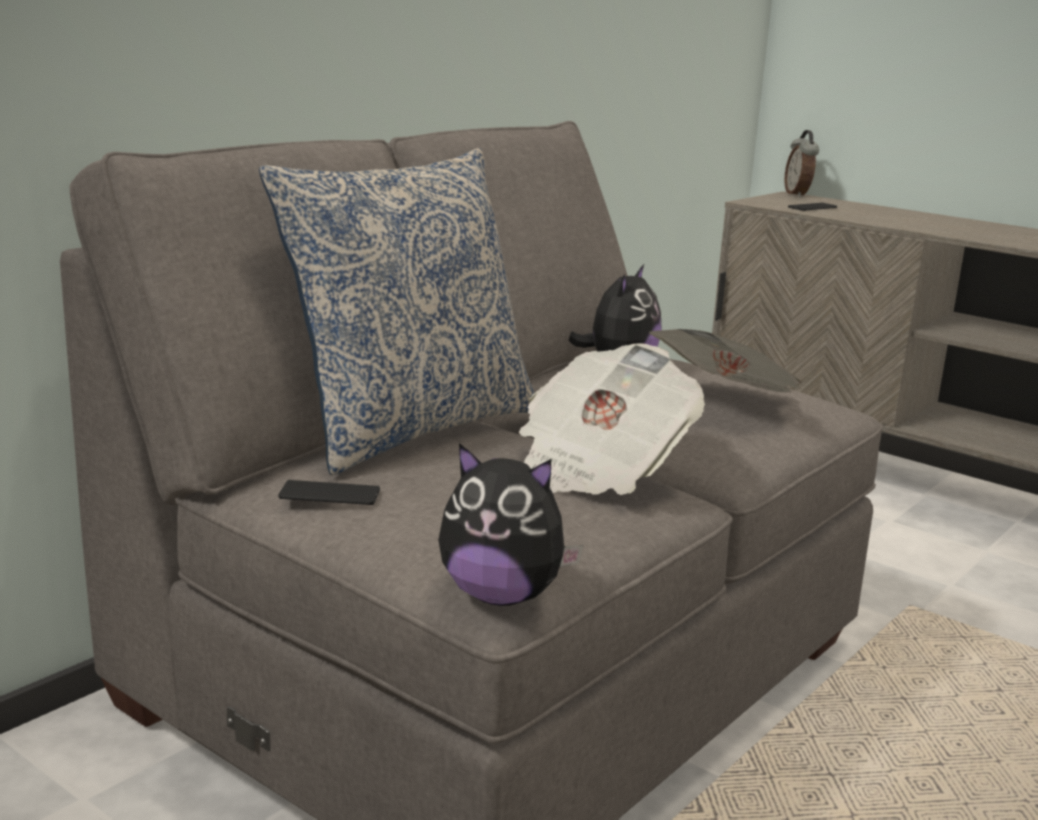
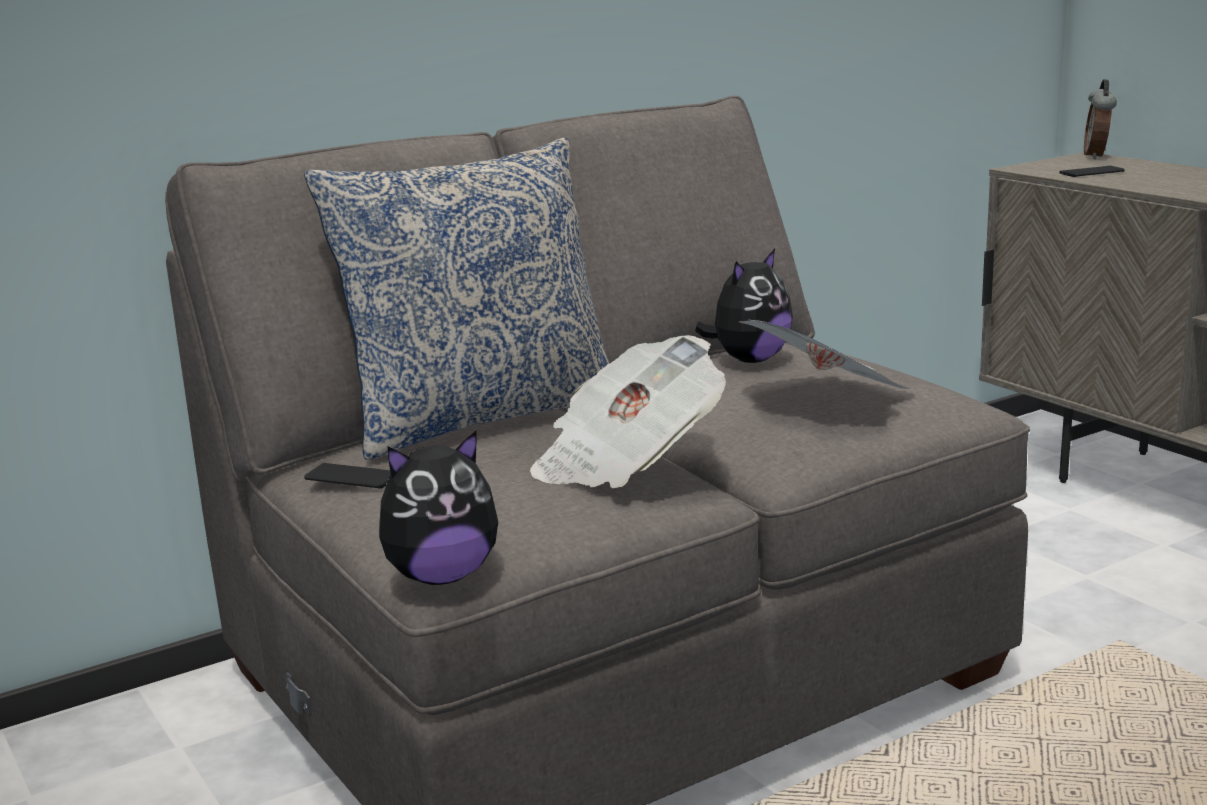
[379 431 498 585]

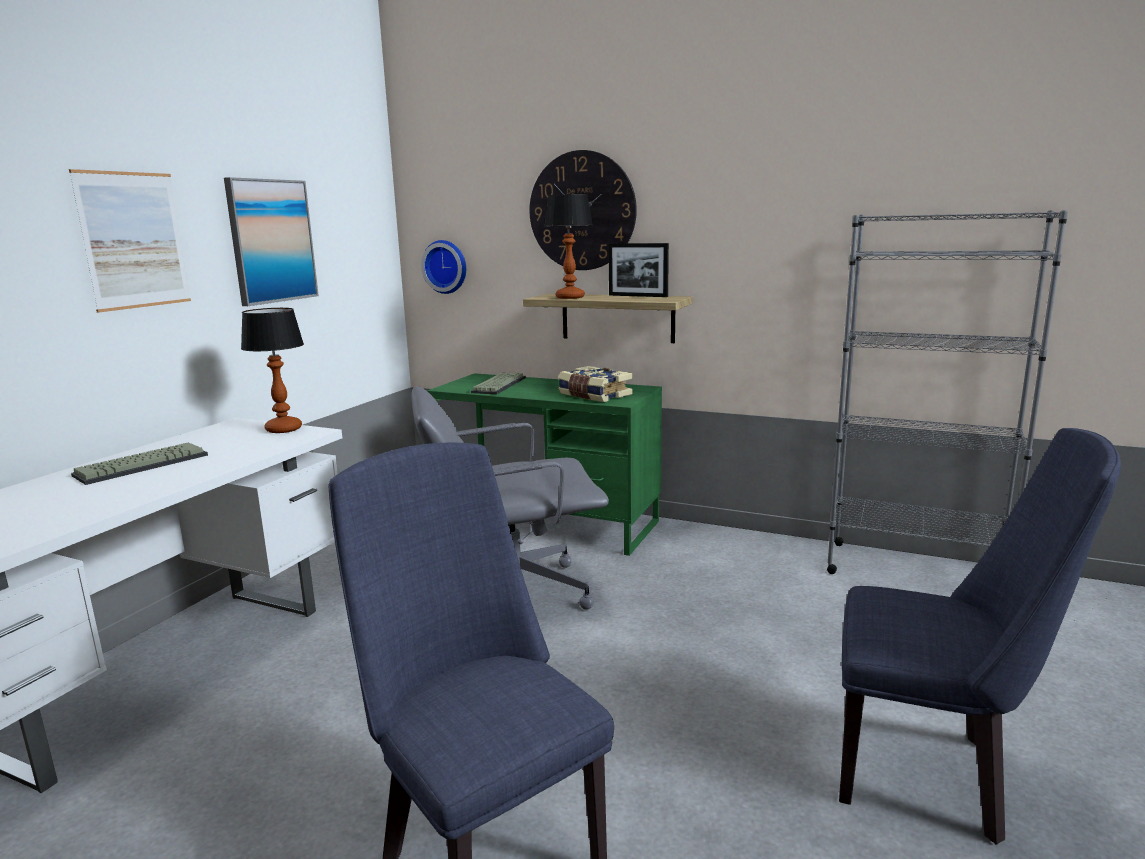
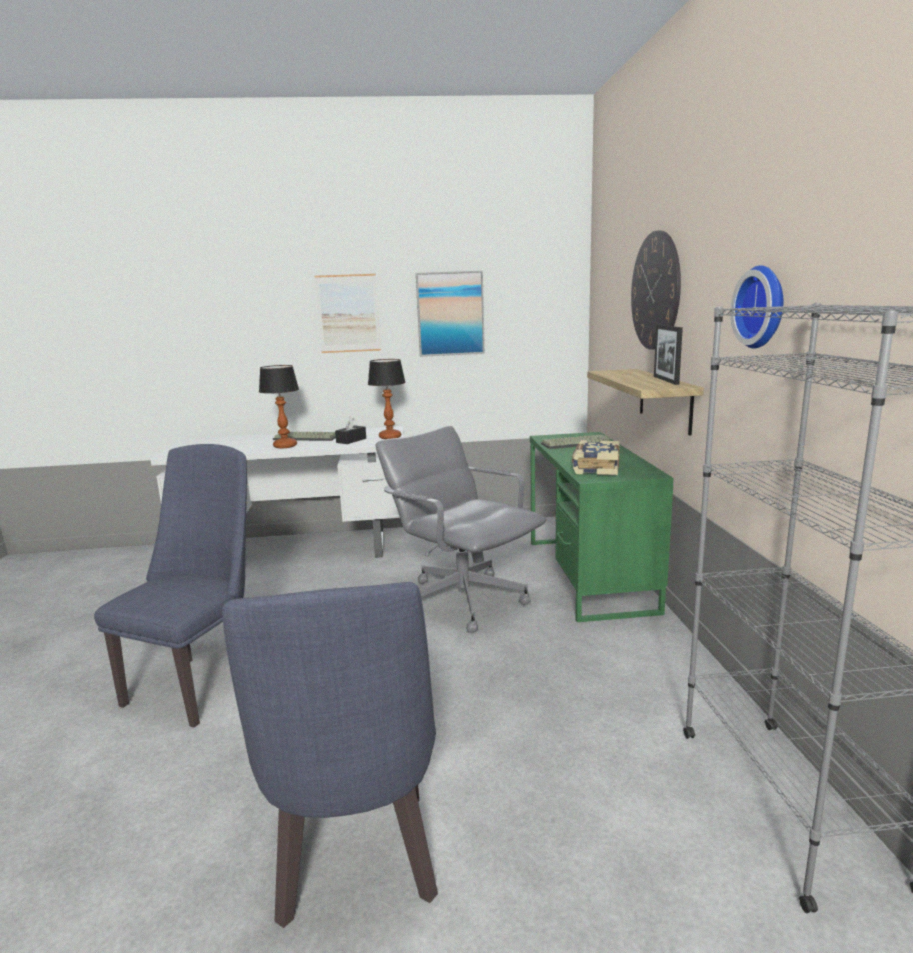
[335 417 366 444]
[731 265 783 349]
[259 365 299 448]

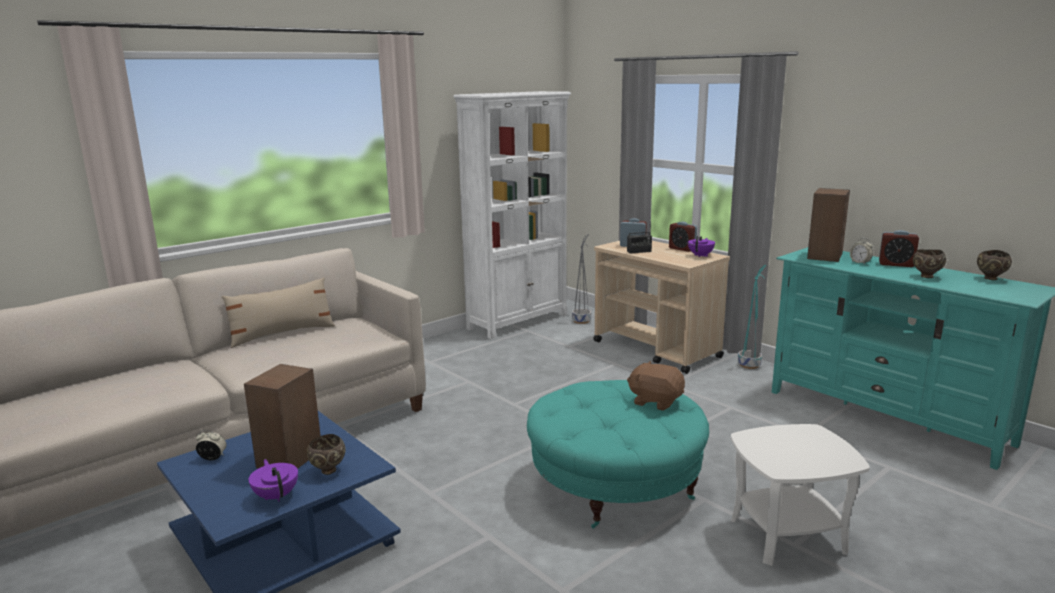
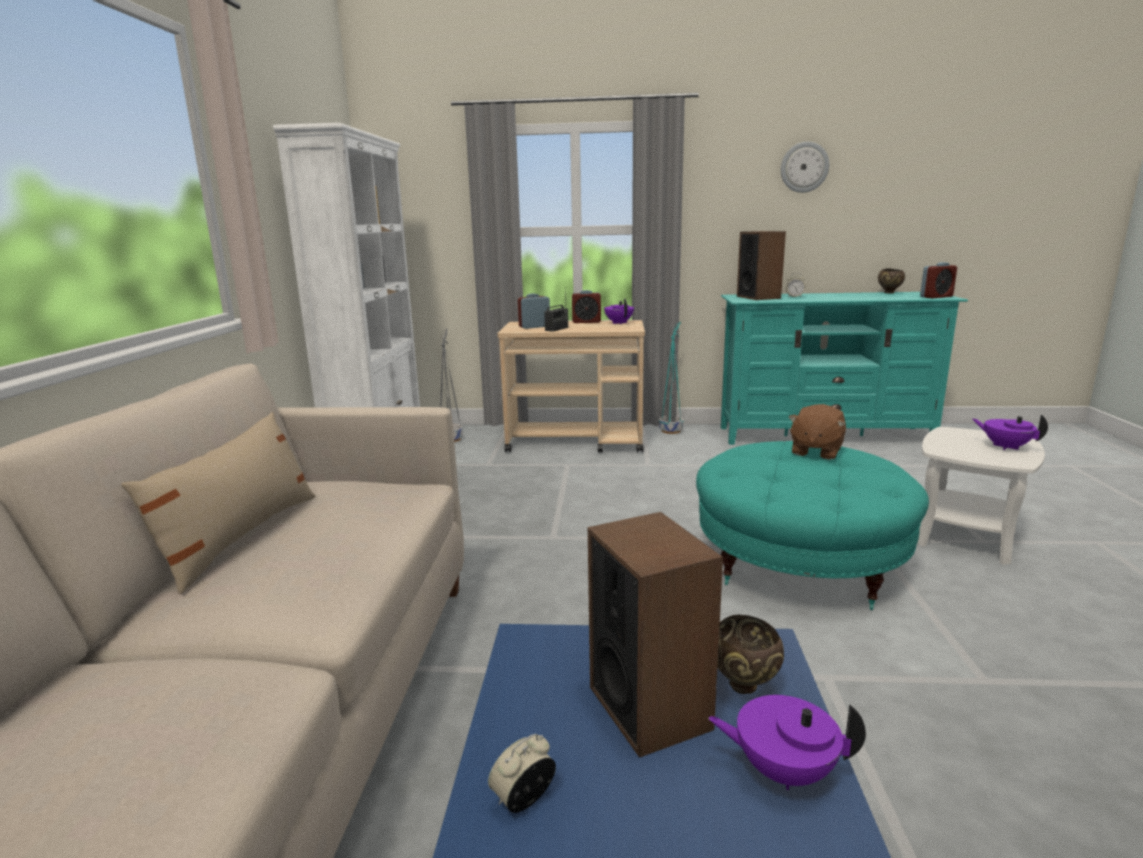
[913 249 946 278] (first image)
[781 142 829 193]
[973 414 1048 450]
[920 262 957 299]
[788 404 846 460]

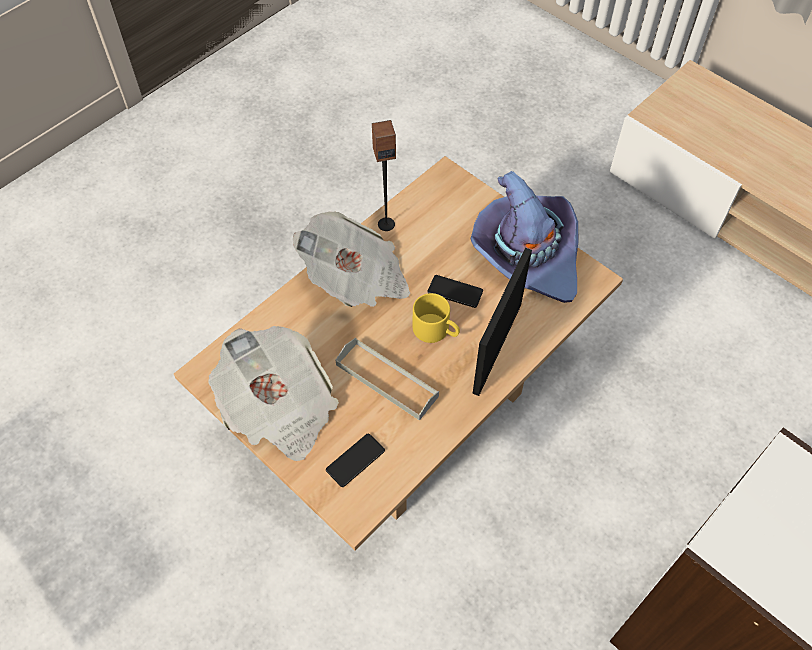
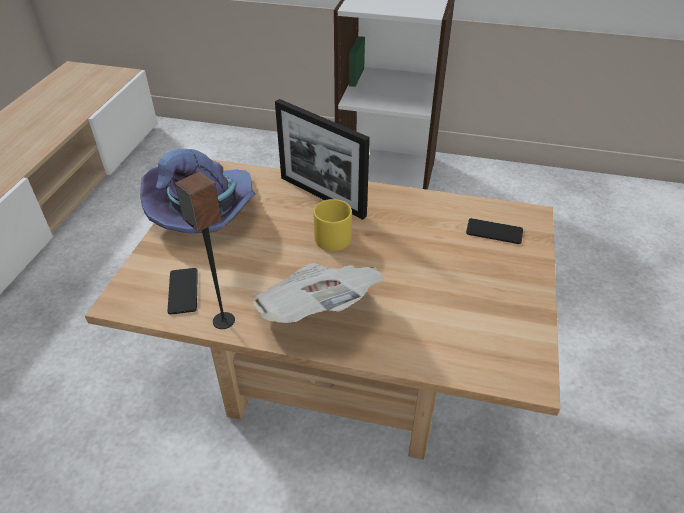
[209 326 339 461] (first image)
[336 338 439 421] (first image)
[167 268 198 315]
[275 99 370 220]

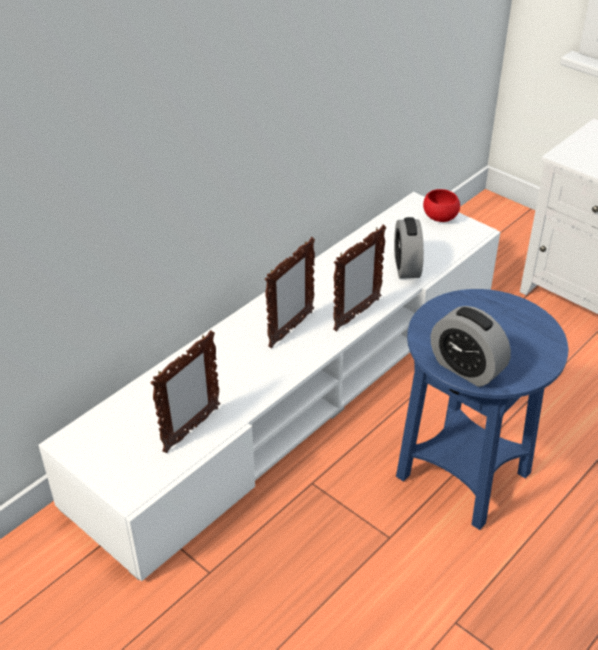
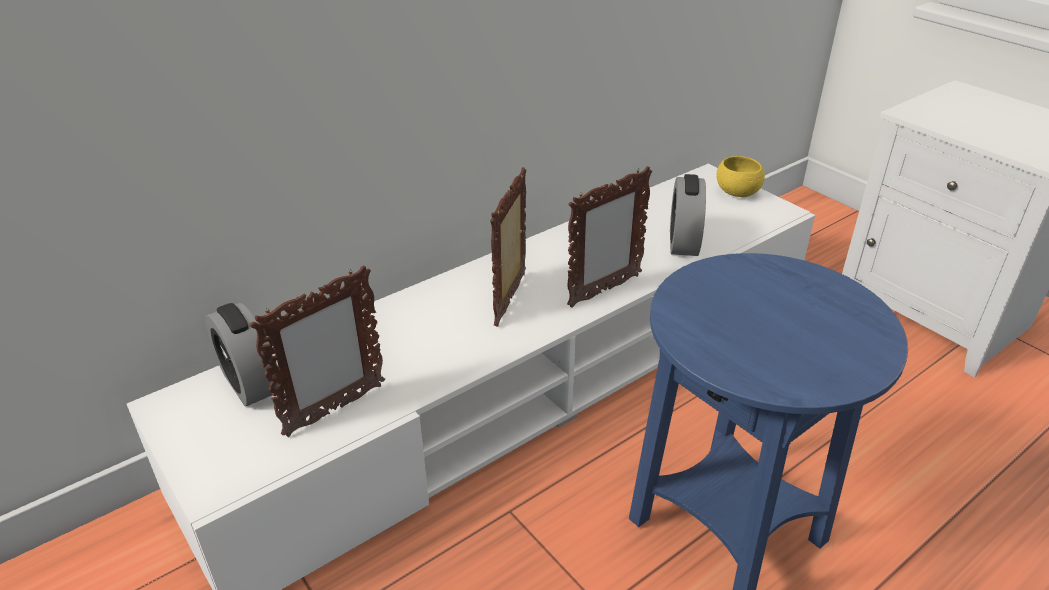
[205 303 279 406]
[717 156 765 197]
[490 167 526 327]

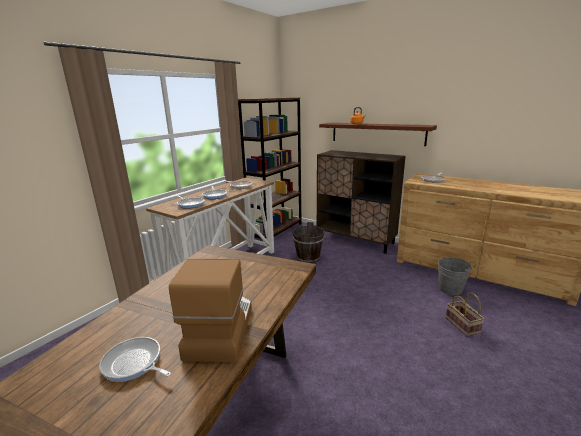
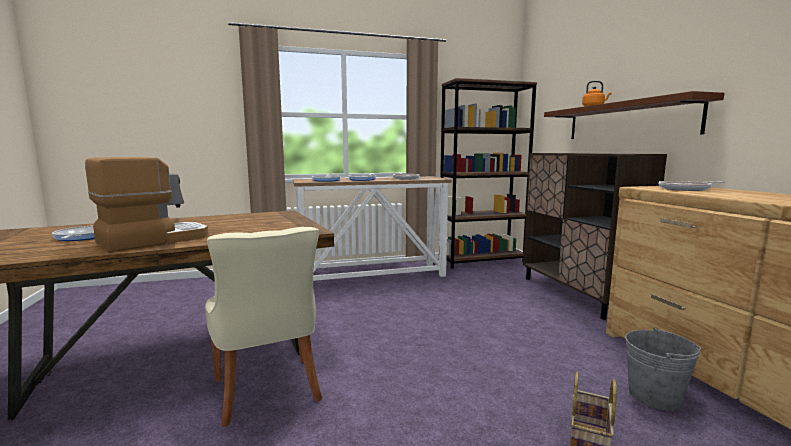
[292 222 325 263] (first image)
[205 227 322 427]

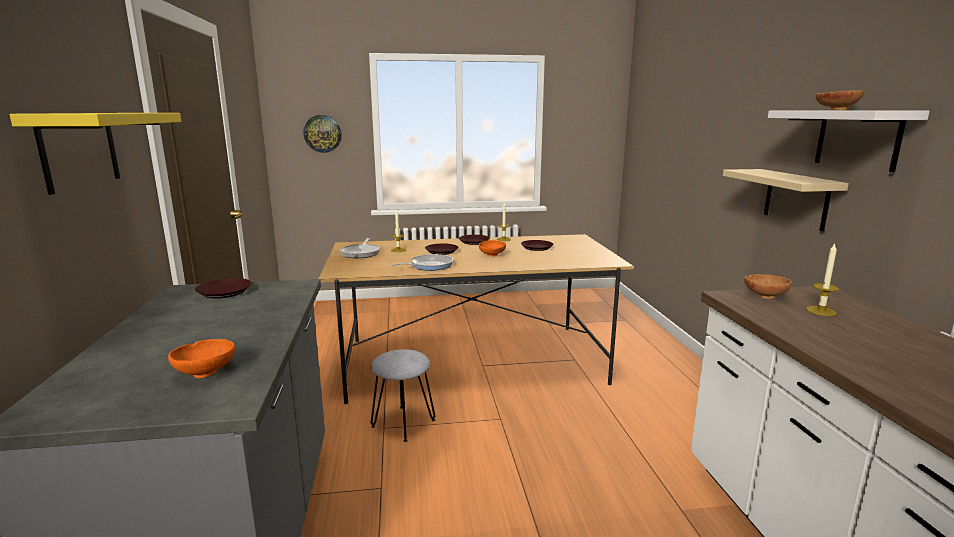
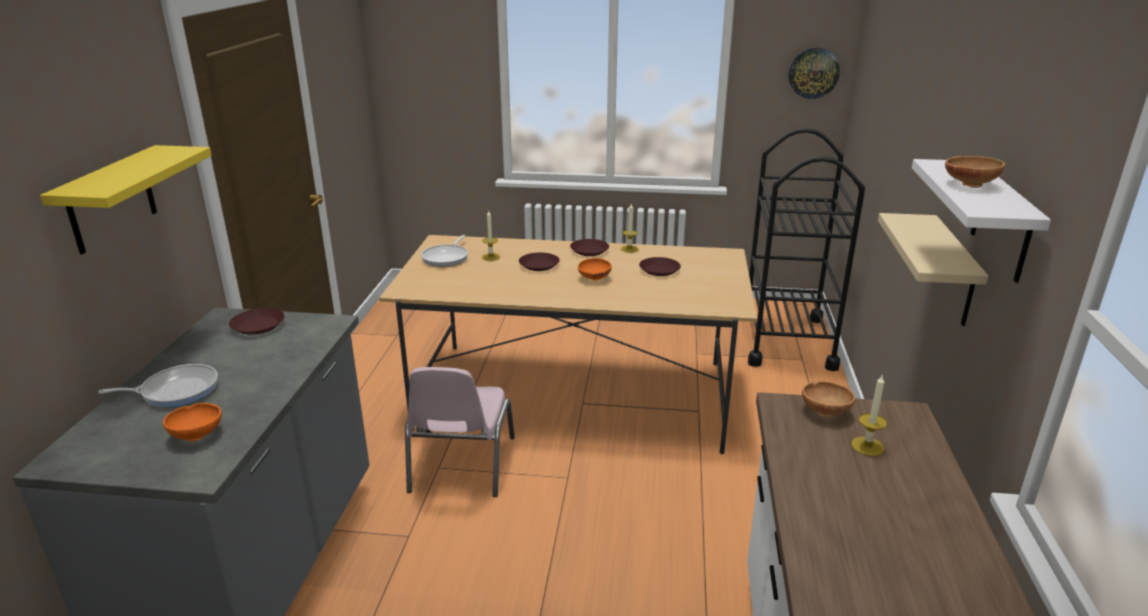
[748 128 865 371]
[789 48 840 99]
[99 364 218 407]
[405 367 515 497]

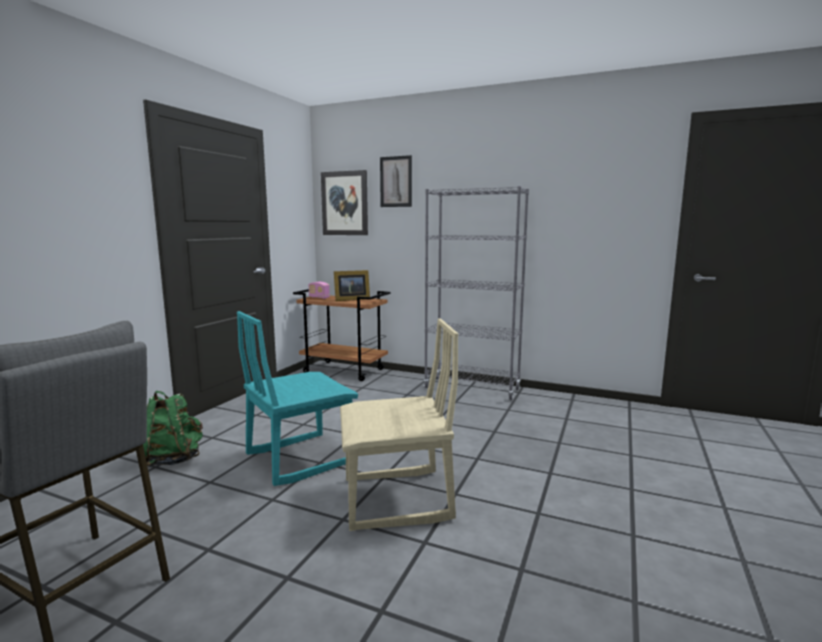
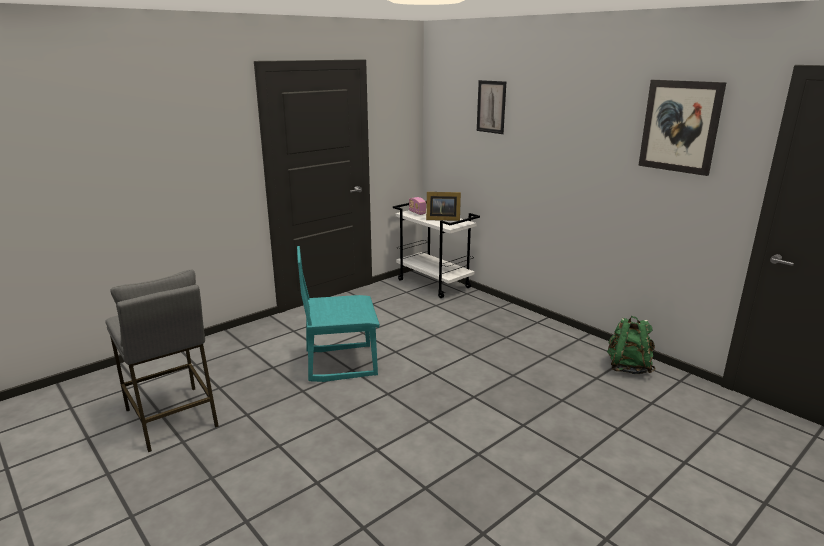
[340 318 458 531] (first image)
[424 186 529 400] (first image)
[607 316 656 374]
[638 80 727 176]
[393 201 480 298]

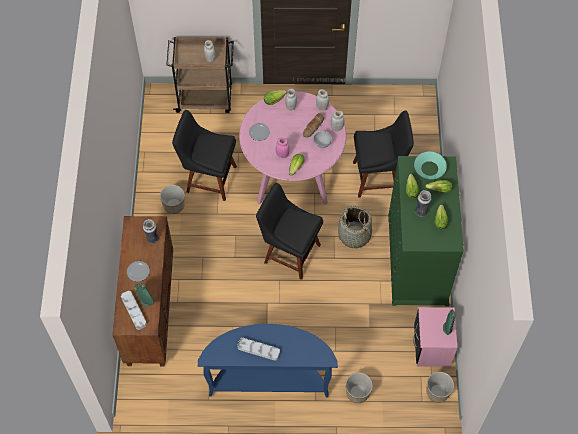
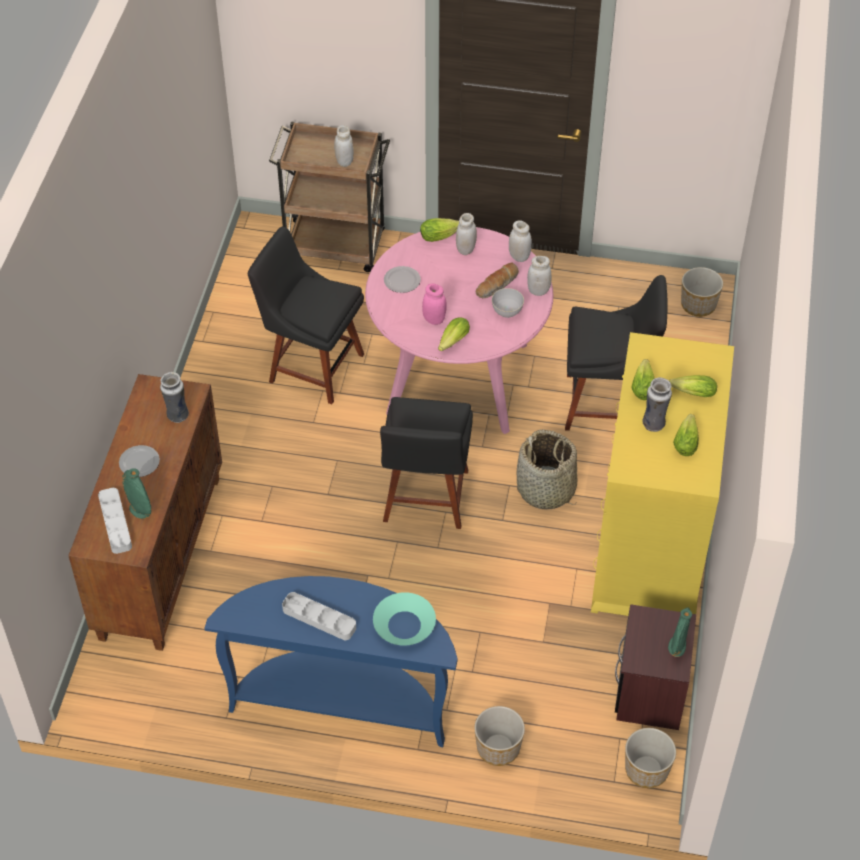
[681 267 723 317]
[373 592 436 646]
[591 332 734 616]
[615 604 696 730]
[380 397 473 529]

